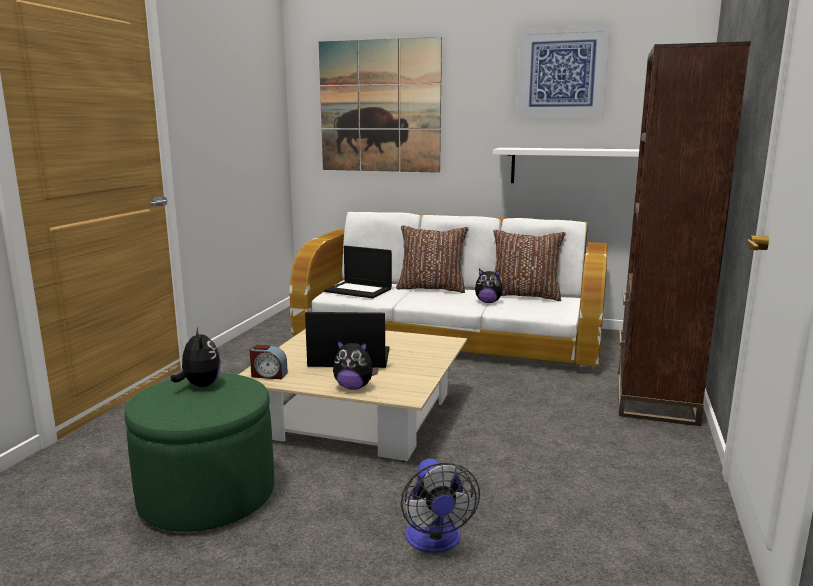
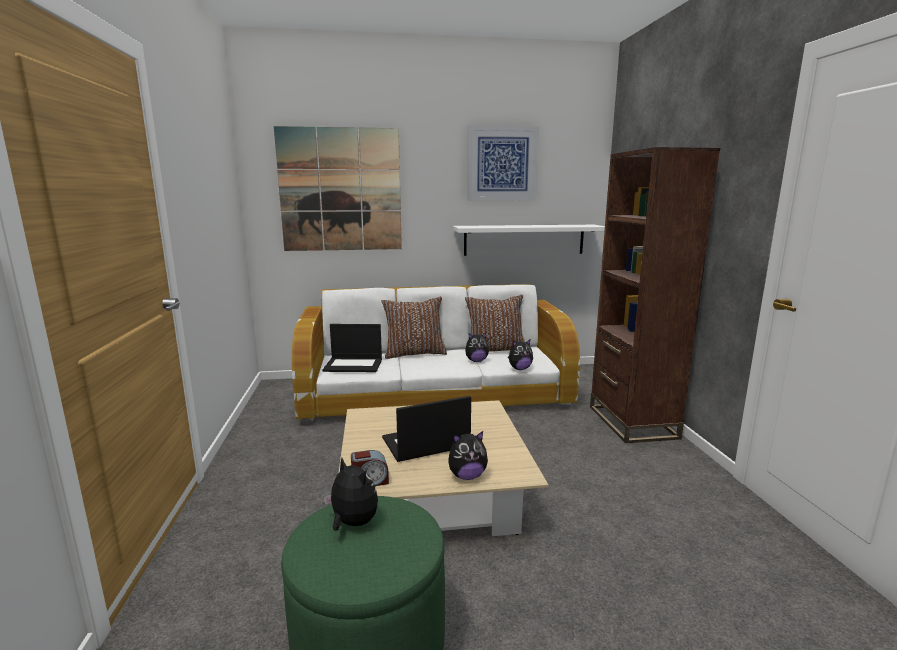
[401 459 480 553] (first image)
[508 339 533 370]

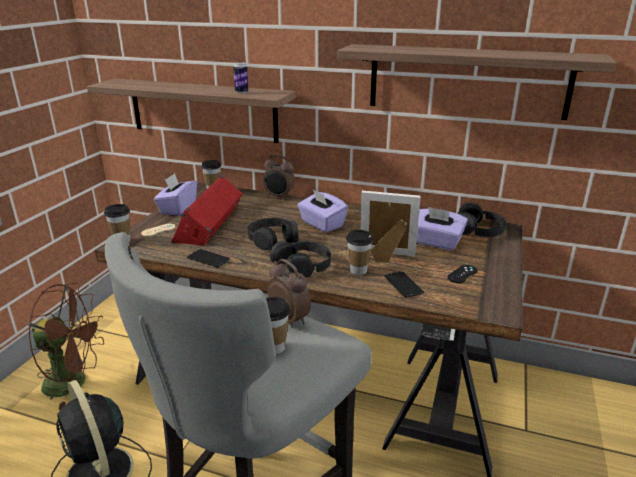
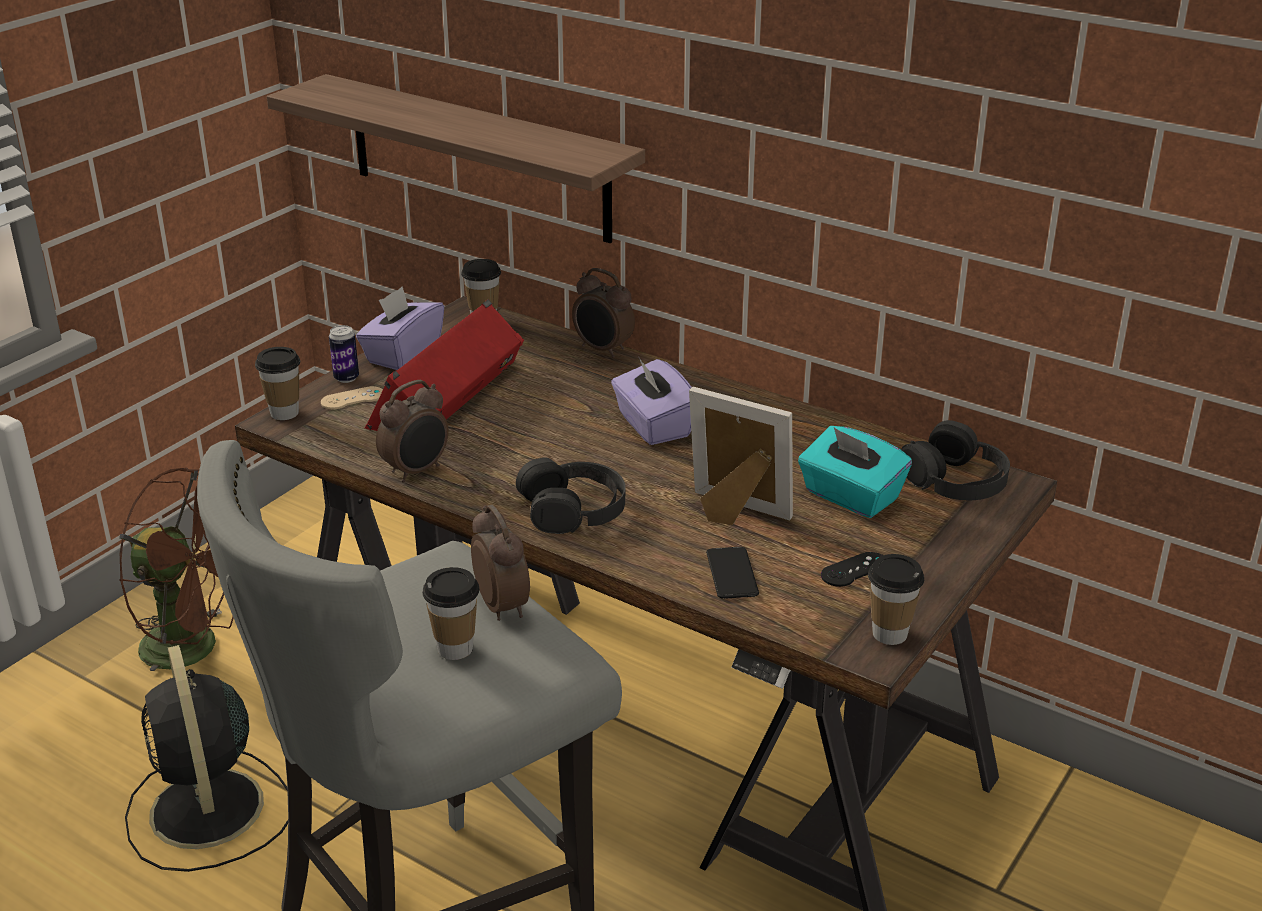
[248 218 298 250] (first image)
[337 44 617 120] (first image)
[329 325 359 383]
[868 554 924 645]
[376 380 448 483]
[798 426 912 518]

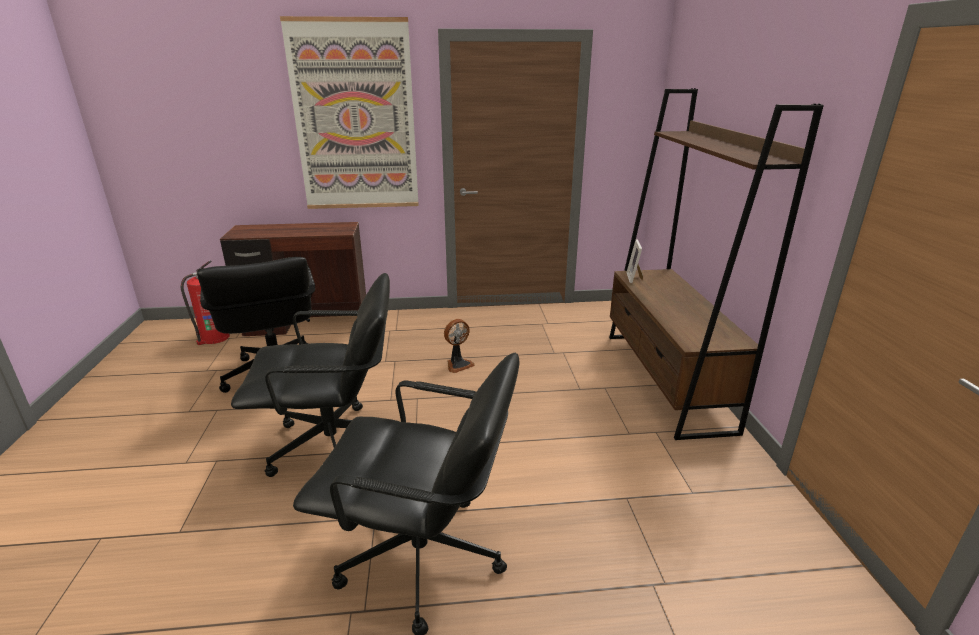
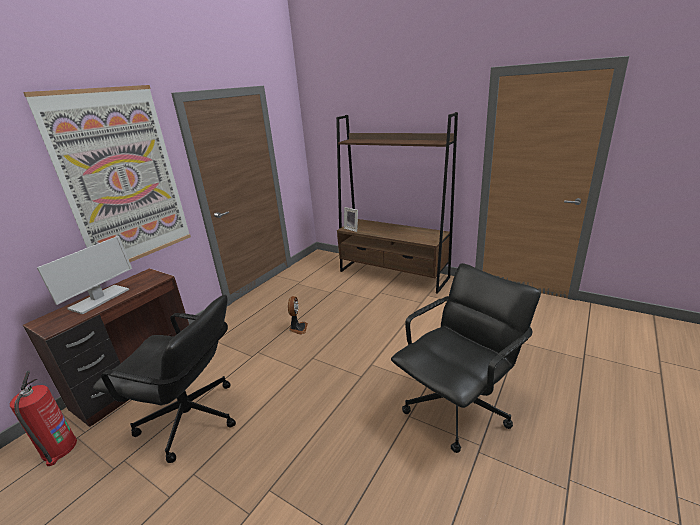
[231 273 390 477] (first image)
[37 236 132 314]

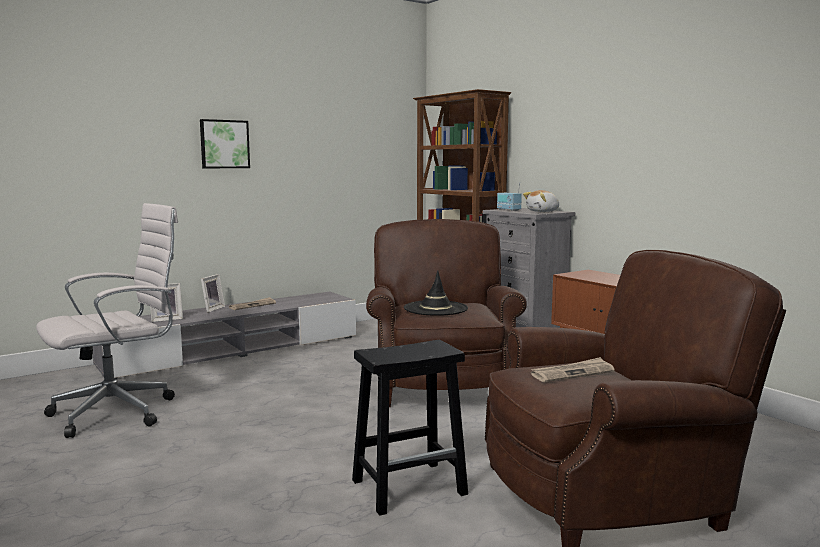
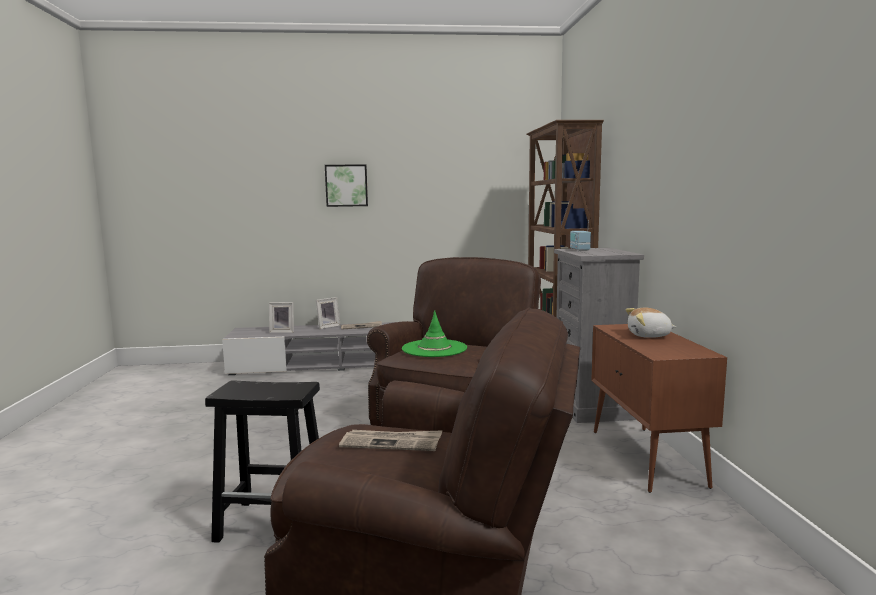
[36 203 178 438] (first image)
[626 308 676 338]
[402 310 467 357]

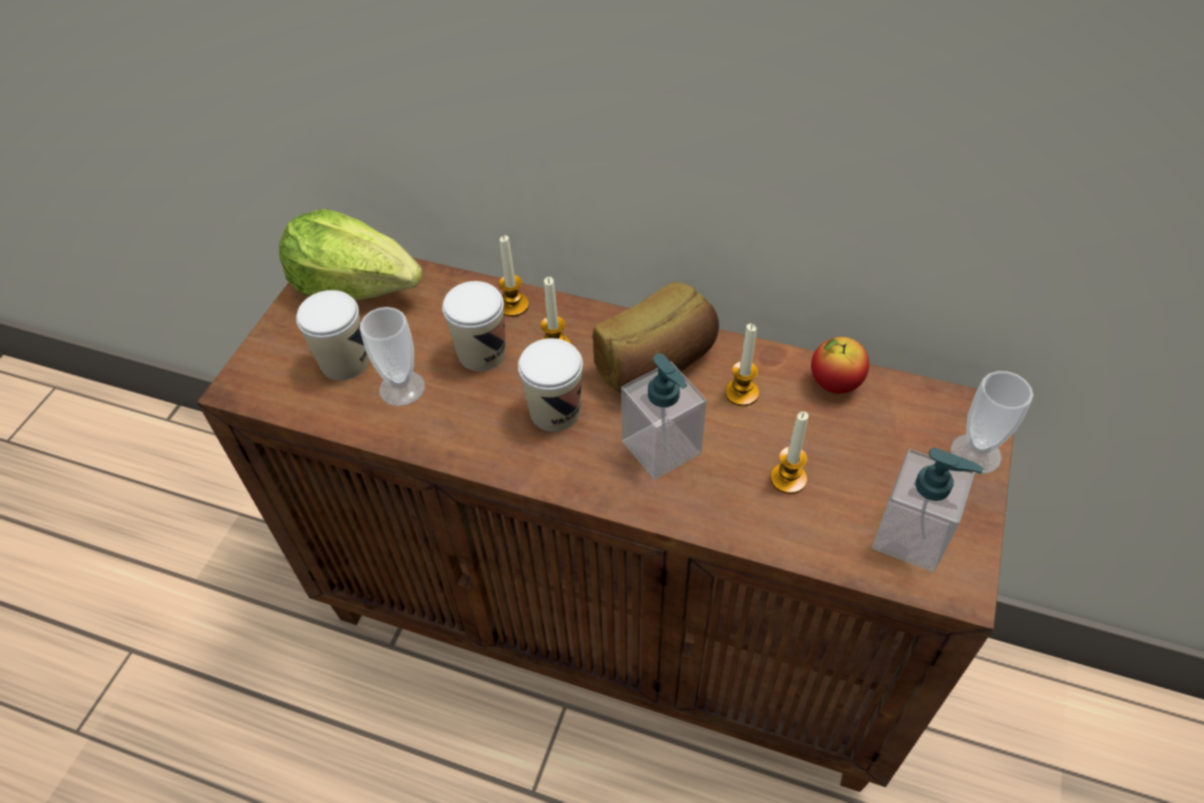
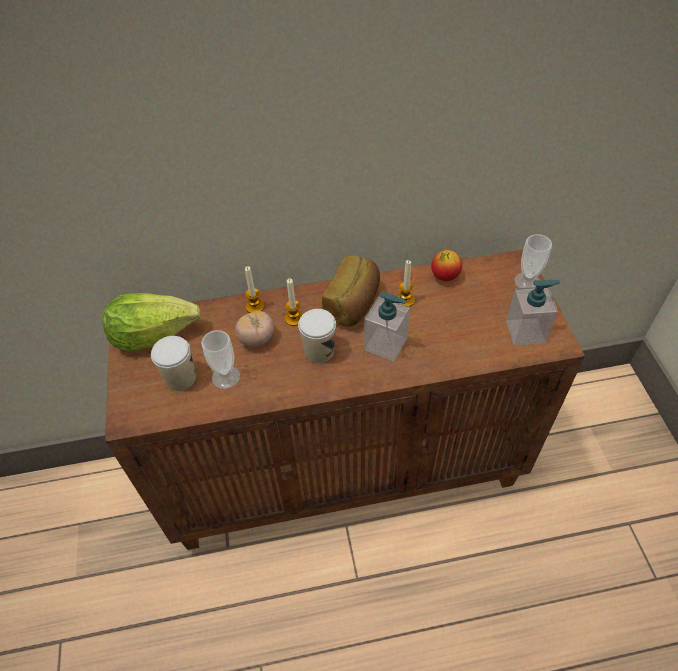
[770 412 809 494] (first image)
[235 311 274 347]

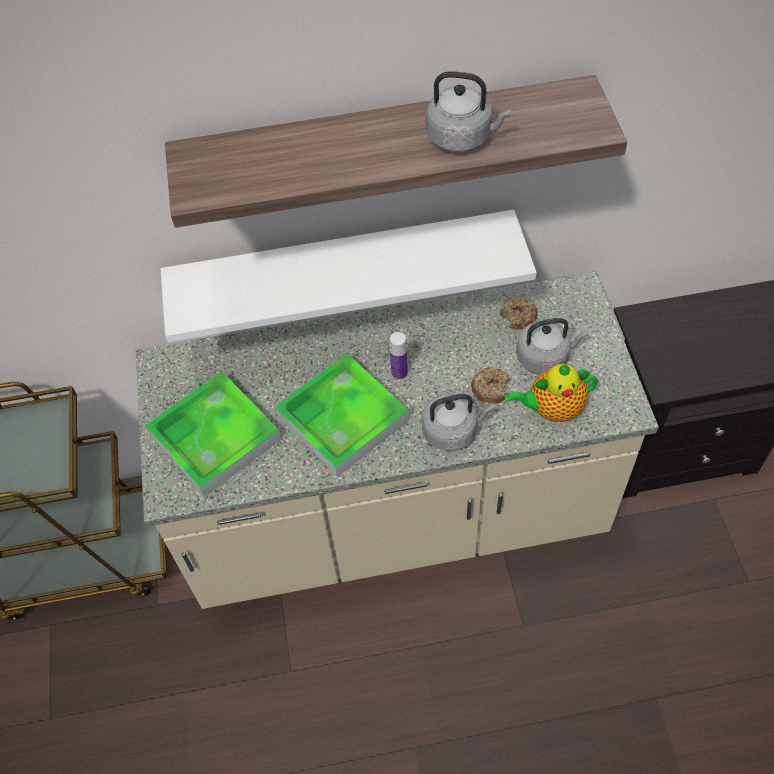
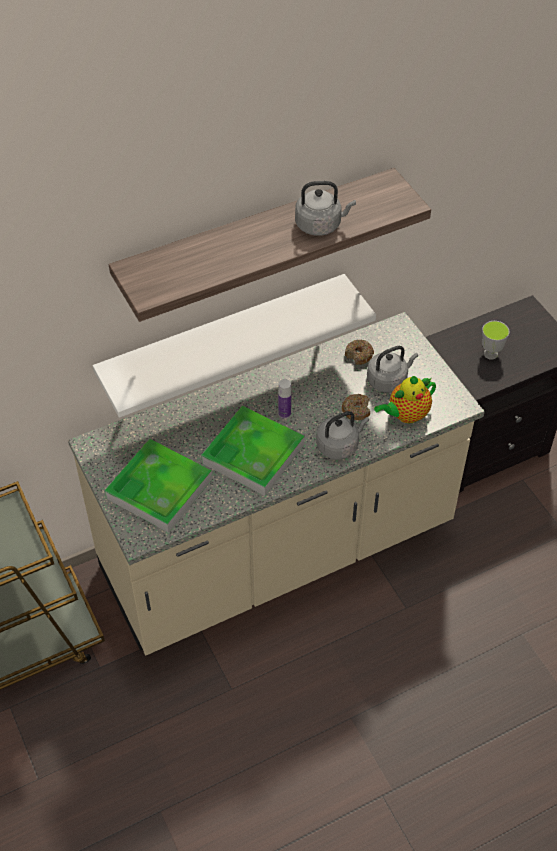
[482 321 509 360]

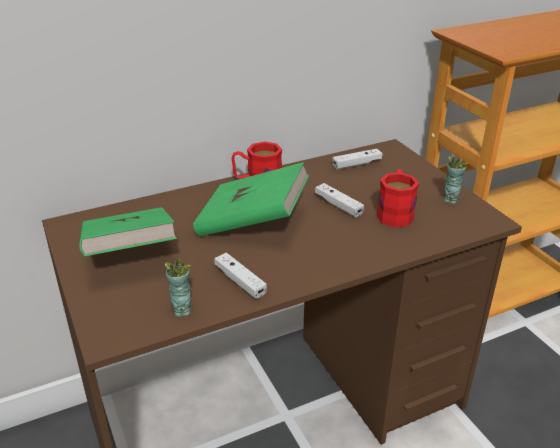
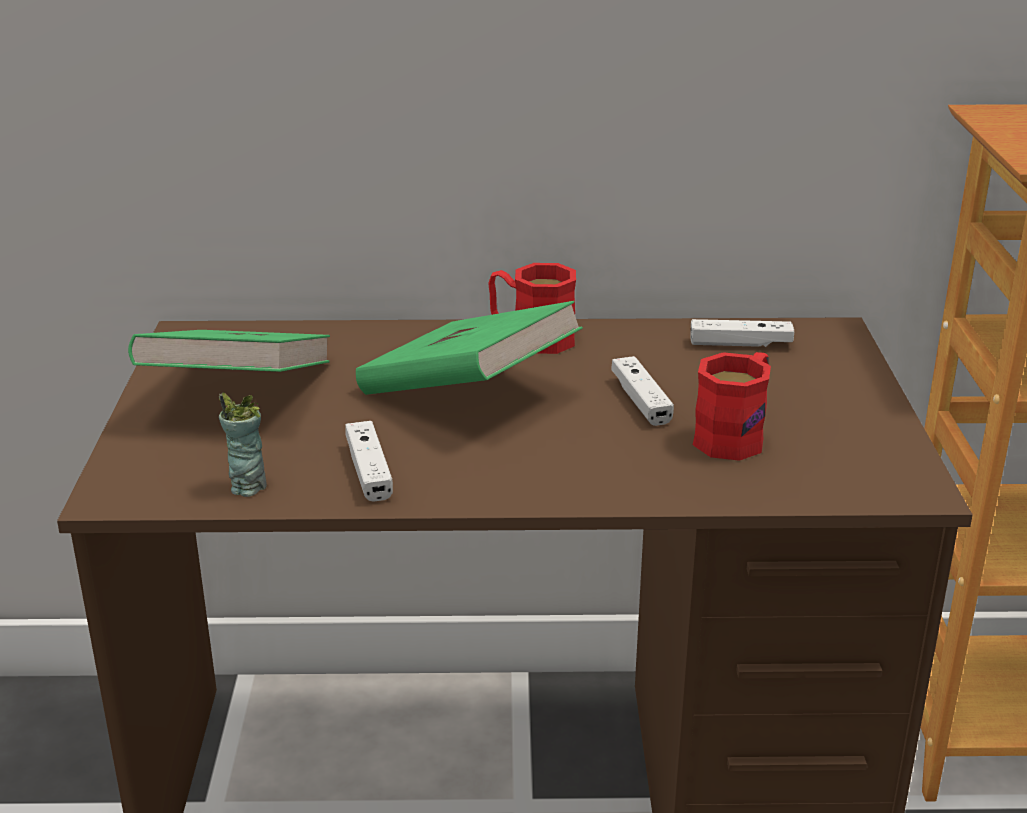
[443 156 468 204] (first image)

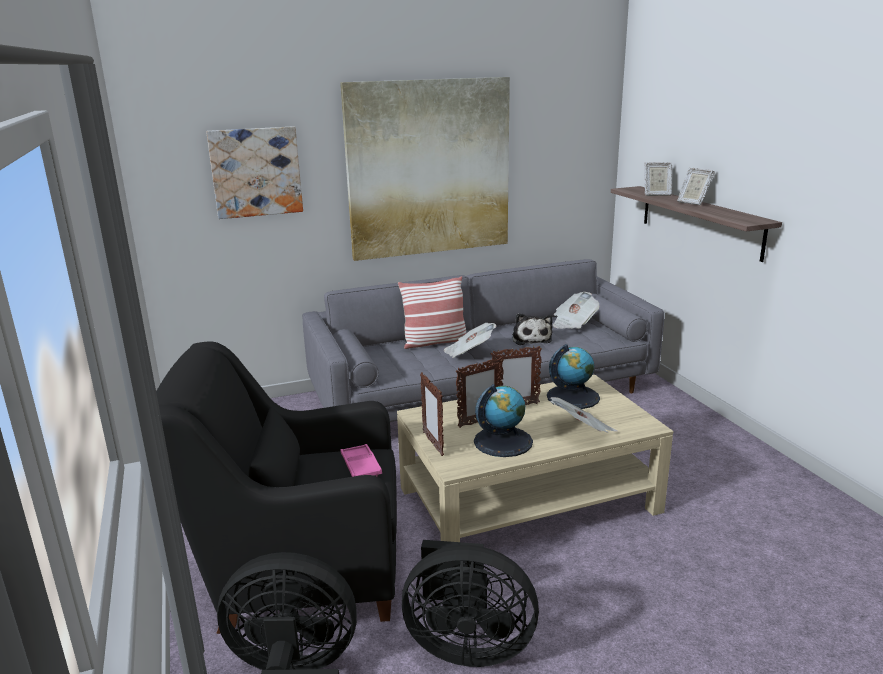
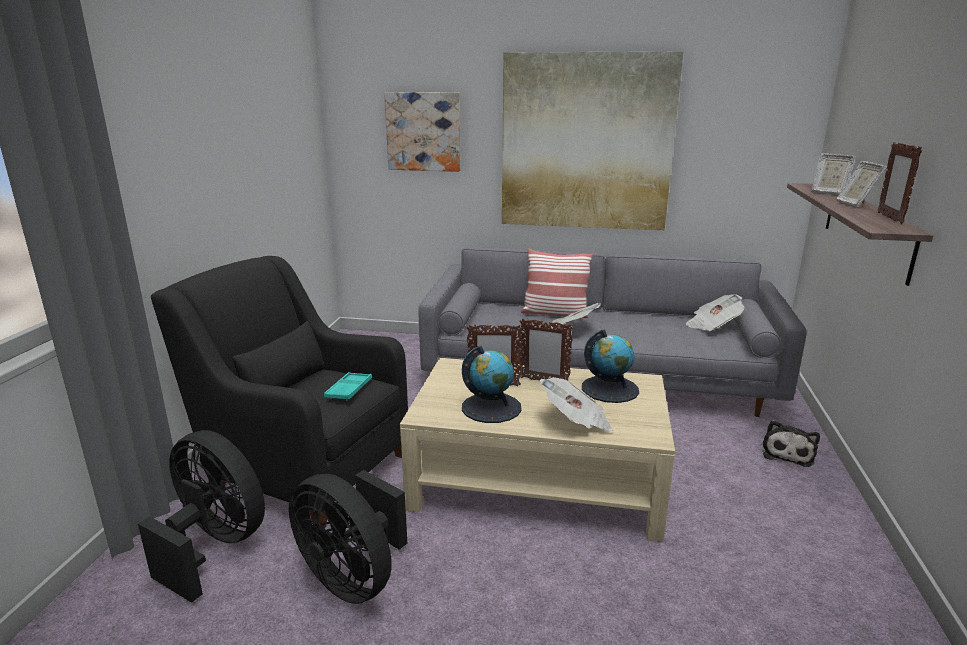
[877 142 922 224]
[762 420 820 467]
[324 372 372 401]

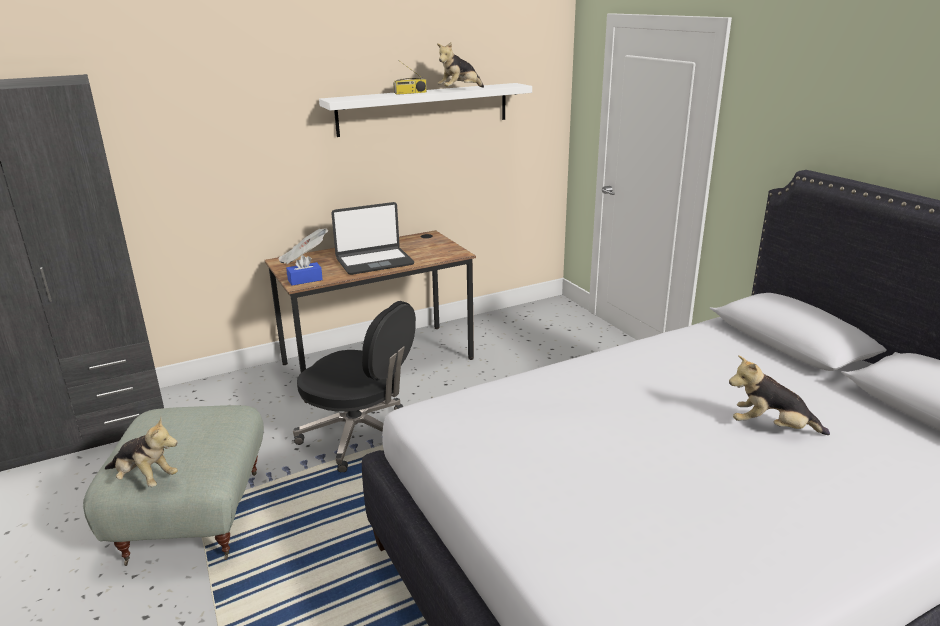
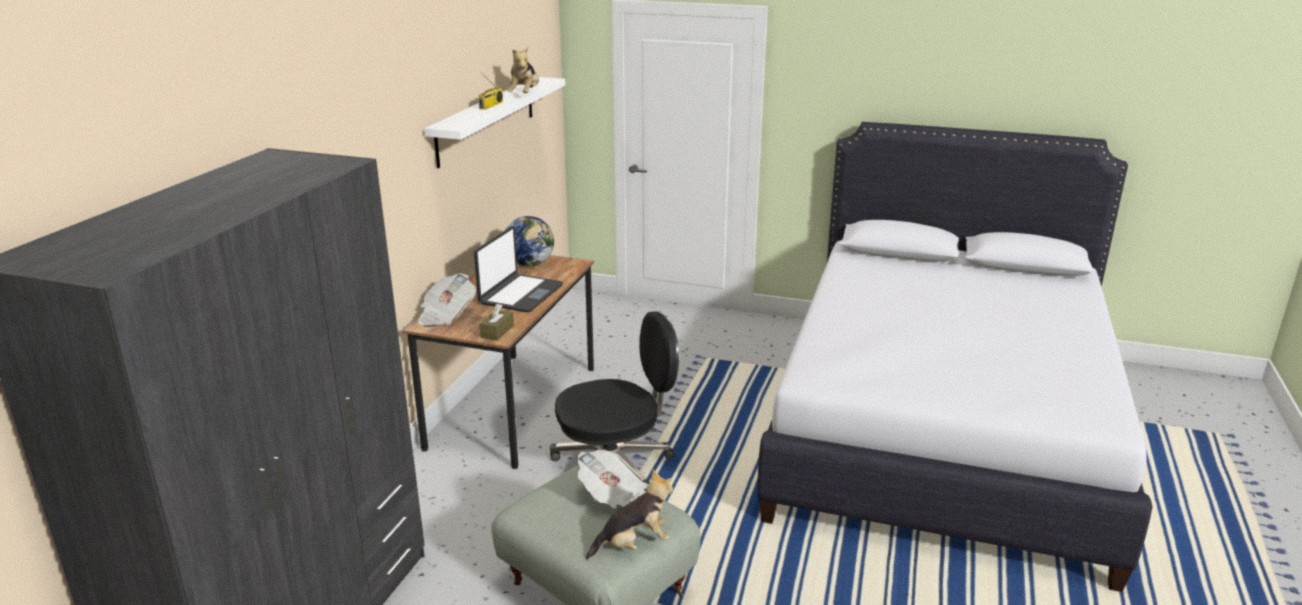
[729 355 830 435] (first image)
[506 216 554 267]
[577 450 647 509]
[479 304 514 340]

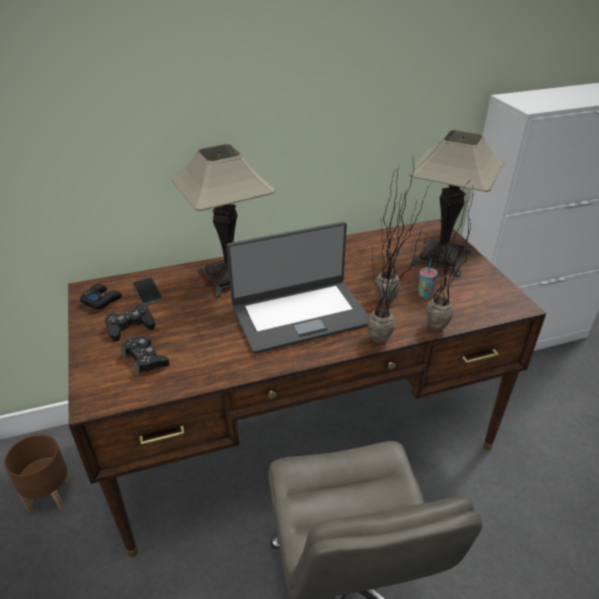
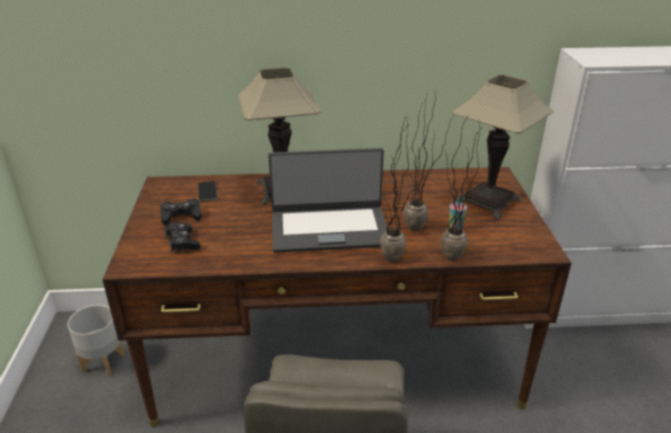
[80 284 122 309] (first image)
[68 305 125 376]

